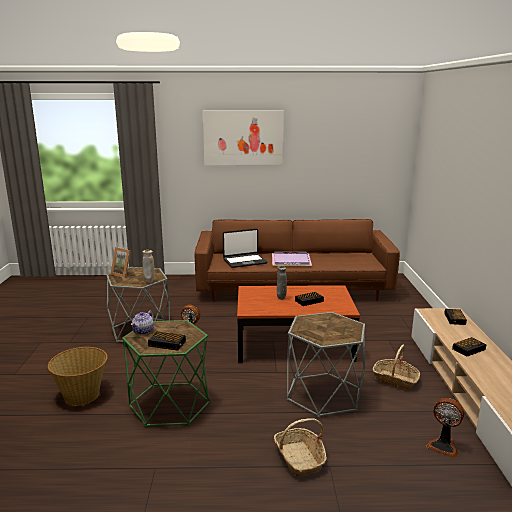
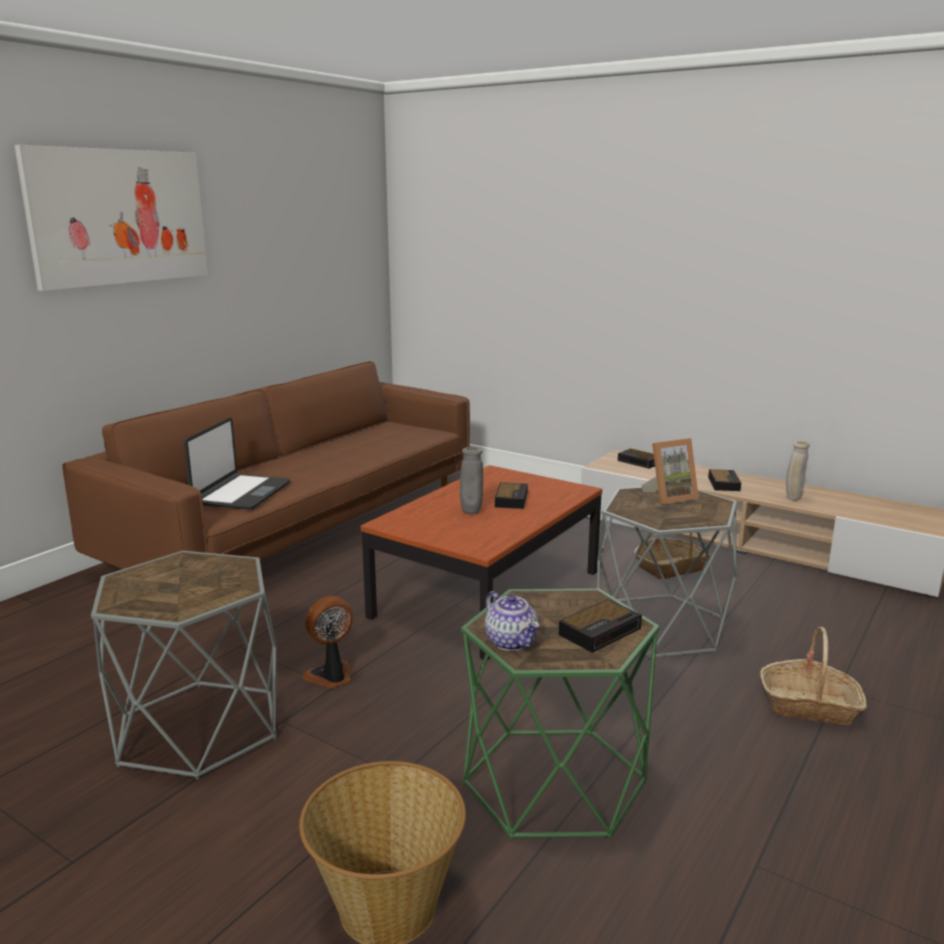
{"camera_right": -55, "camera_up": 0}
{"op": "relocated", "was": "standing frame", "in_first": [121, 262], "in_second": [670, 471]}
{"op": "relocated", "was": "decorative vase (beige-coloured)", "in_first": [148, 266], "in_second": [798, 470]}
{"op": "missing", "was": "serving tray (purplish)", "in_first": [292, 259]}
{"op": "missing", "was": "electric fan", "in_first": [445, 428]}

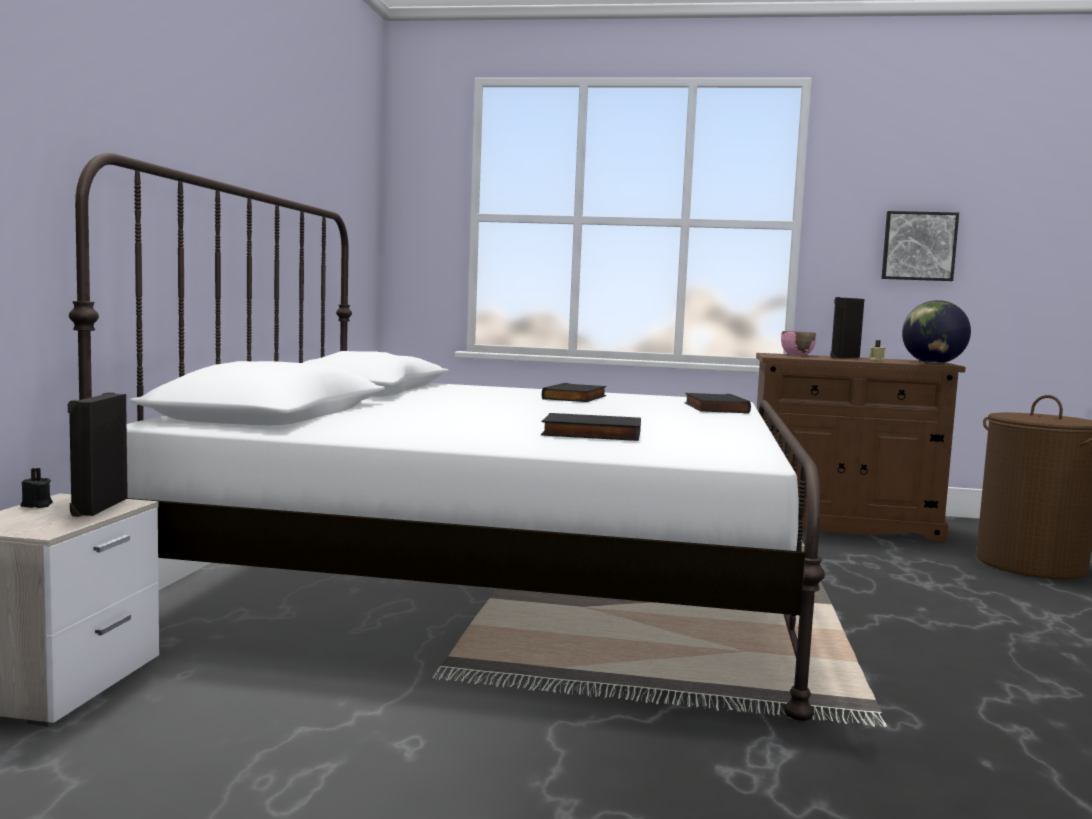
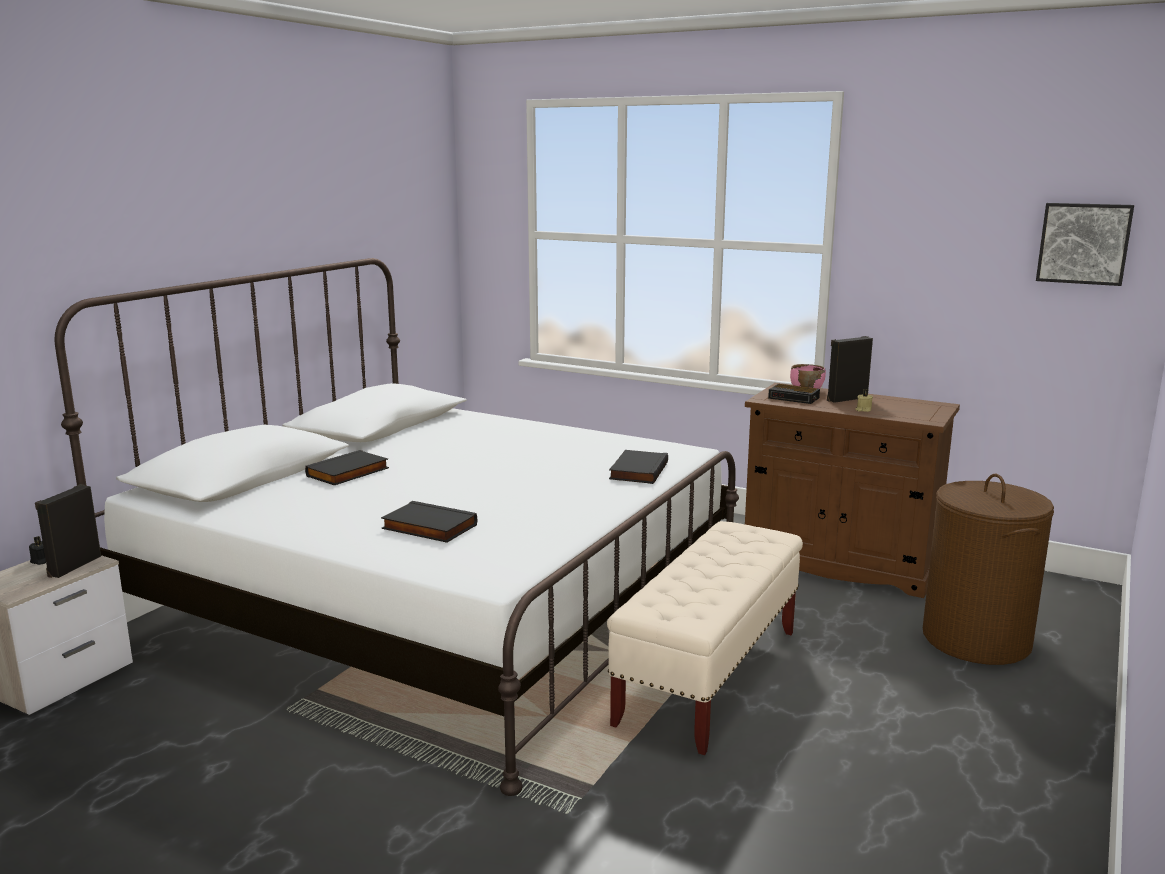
{"camera_right": 20, "camera_up": 10}
{"op": "relocated", "was": "wall picture", "in_first": [920, 246], "in_second": [1085, 244]}
{"op": "missing", "was": "desk globe", "in_first": [936, 332]}
{"op": "relocated", "was": "volume (black)", "in_first": [574, 392], "in_second": [347, 467]}
{"op": "appeared", "now": "alarm clock", "in_second": [794, 394]}
{"op": "appeared", "now": "bench (beige-coloured)", "in_second": [705, 638]}

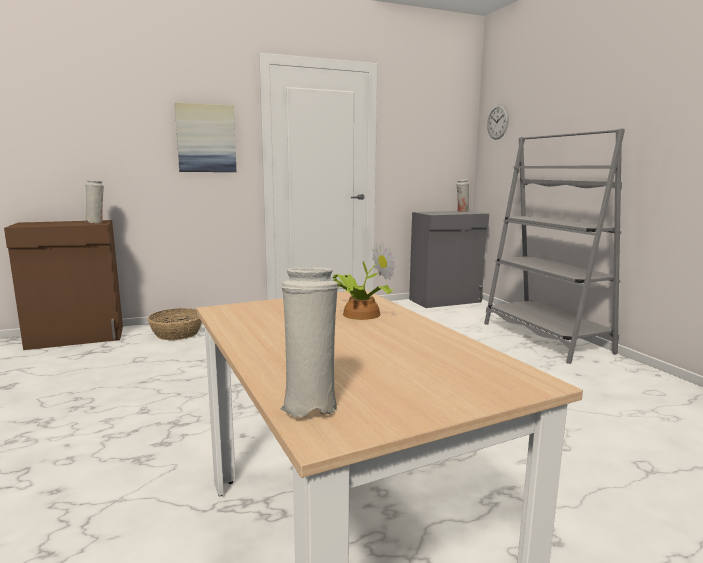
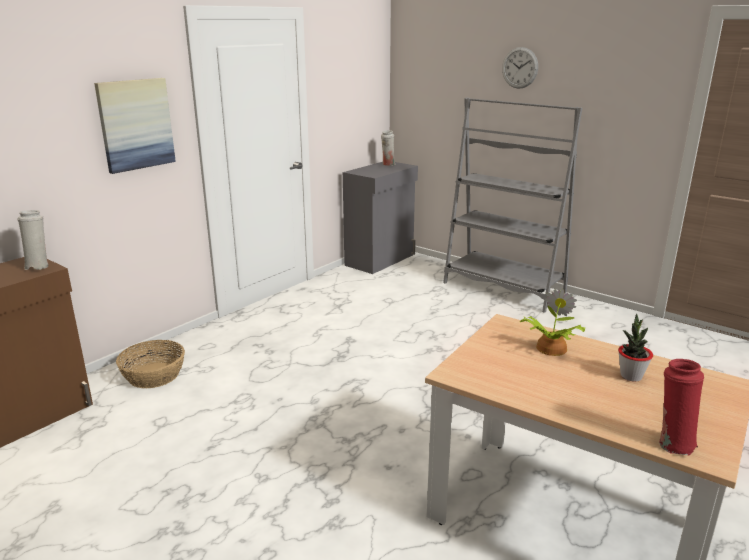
{"camera_right": -30, "camera_up": 10}
{"op": "relocated", "was": "hanging clock", "in_first": [498, 122], "in_second": [520, 68]}
{"op": "colour", "was": "decorative vase (whitish)", "now": "decorative vase (reddish)", "in_first": [309, 342], "in_second": [681, 407]}
{"op": "appeared", "now": "plant in a pot", "in_second": [635, 348]}

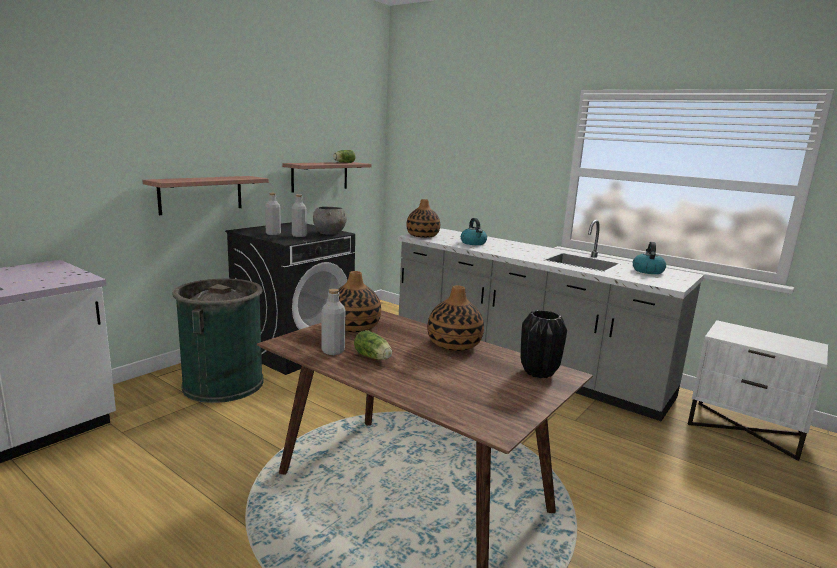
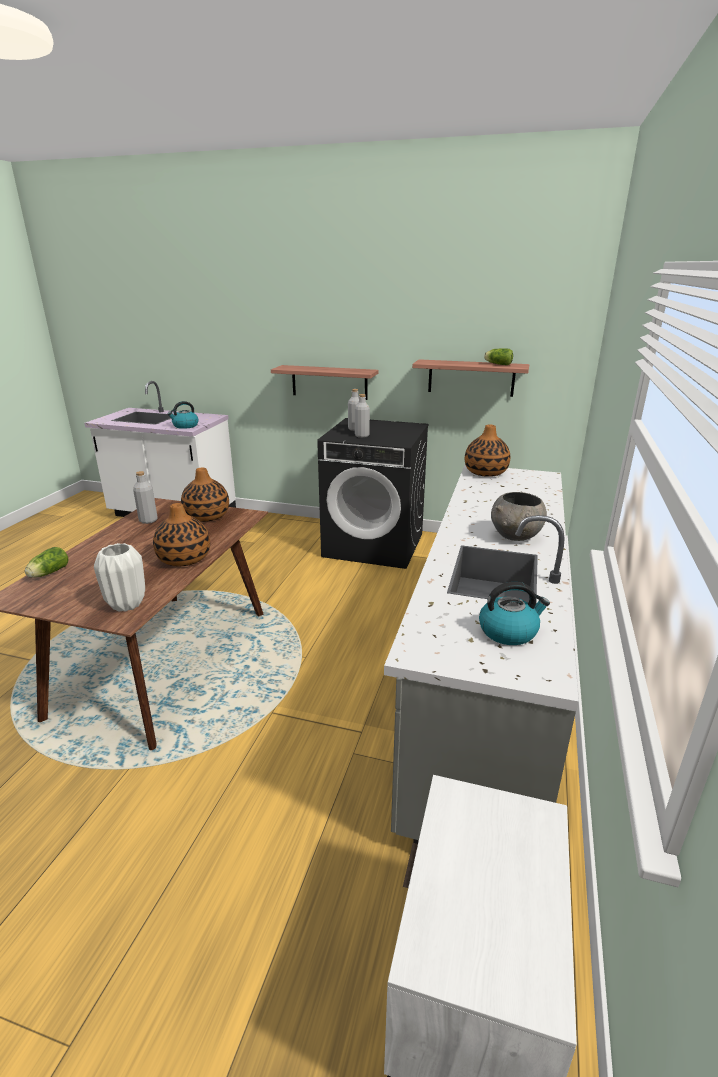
{"camera_right": 70, "camera_up": 10}
{"op": "relocated", "was": "bowl (grey)", "in_first": [330, 221], "in_second": [519, 516]}
{"op": "relocated", "was": "kettle", "in_first": [474, 231], "in_second": [182, 415]}
{"op": "missing", "was": "trash can (green-coloured)", "in_first": [217, 341]}
{"op": "colour", "was": "decorative vase (black)", "now": "decorative vase (whitish)", "in_first": [544, 344], "in_second": [119, 577]}
{"op": "relocated", "was": "lettuce", "in_first": [373, 345], "in_second": [47, 562]}

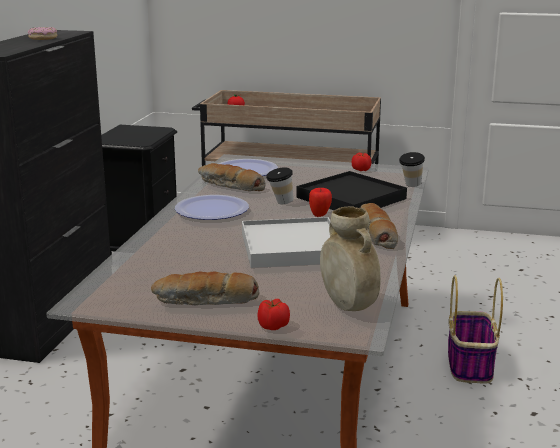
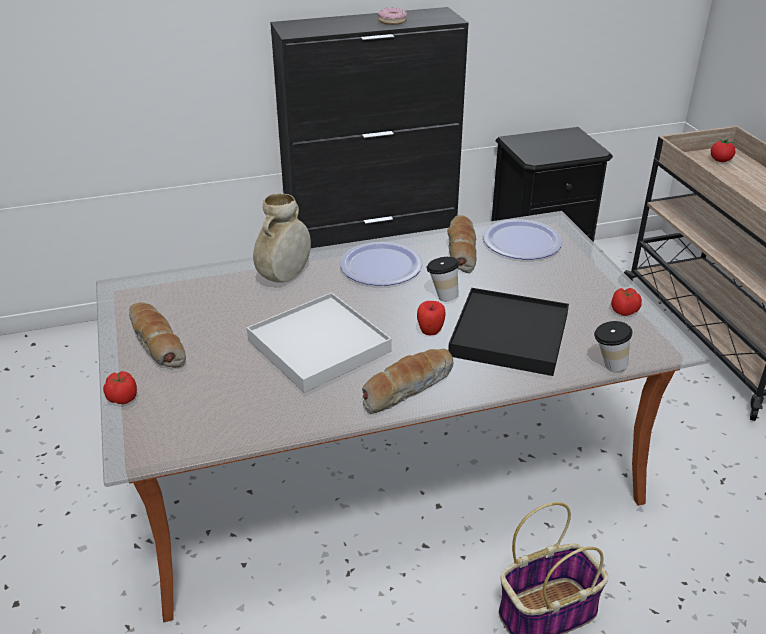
{"camera_right": 60, "camera_up": 15}
{"op": "relocated", "was": "decorative vase (beige-coloured)", "in_first": [350, 258], "in_second": [282, 238]}

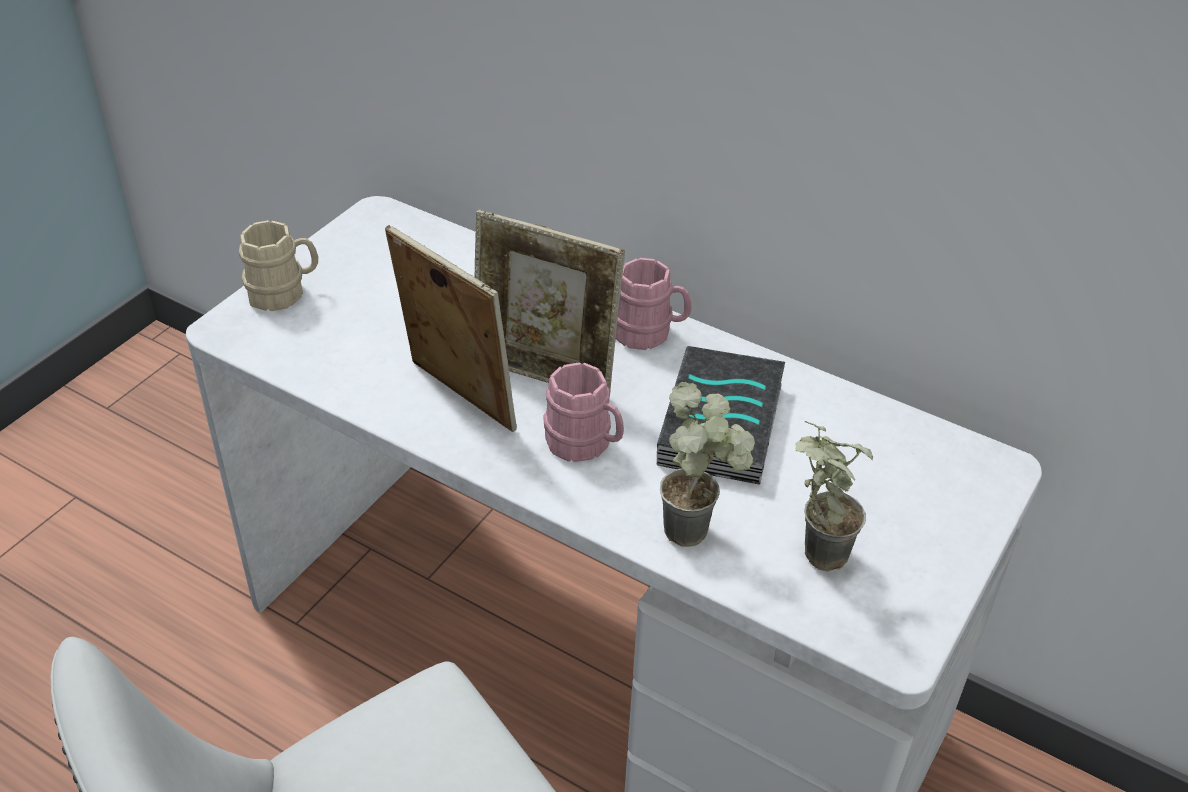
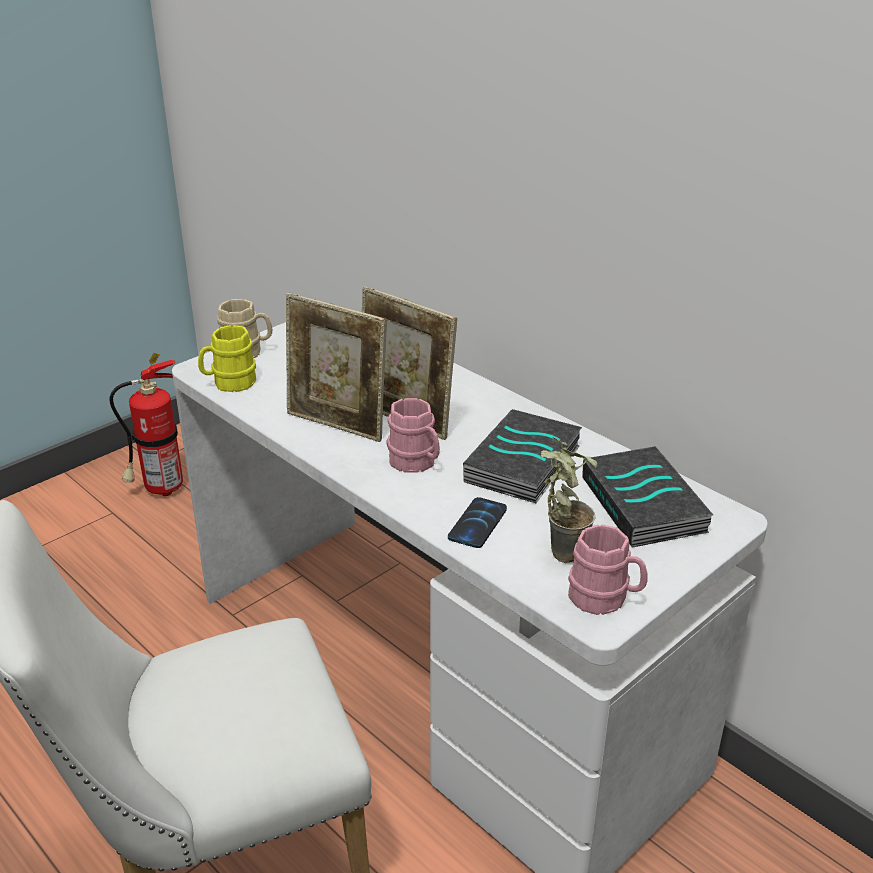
{"camera_right": 15, "camera_up": -10}
{"op": "spun", "was": "standing frame", "in_first": [451, 328], "in_second": [336, 367], "clockwise": 150}
{"op": "relocated", "was": "tea mug (pink-coloured)", "in_first": [654, 304], "in_second": [607, 569]}
{"op": "exchanged", "was": "plant in a pot", "now": "phone", "in_first": [707, 464], "in_second": [477, 522]}
{"op": "appeared", "now": "tea mug (yellow)", "in_second": [227, 358]}
{"op": "appeared", "now": "fire-fighting cylinder", "in_second": [146, 424]}
{"op": "appeared", "now": "volume", "in_second": [647, 497]}

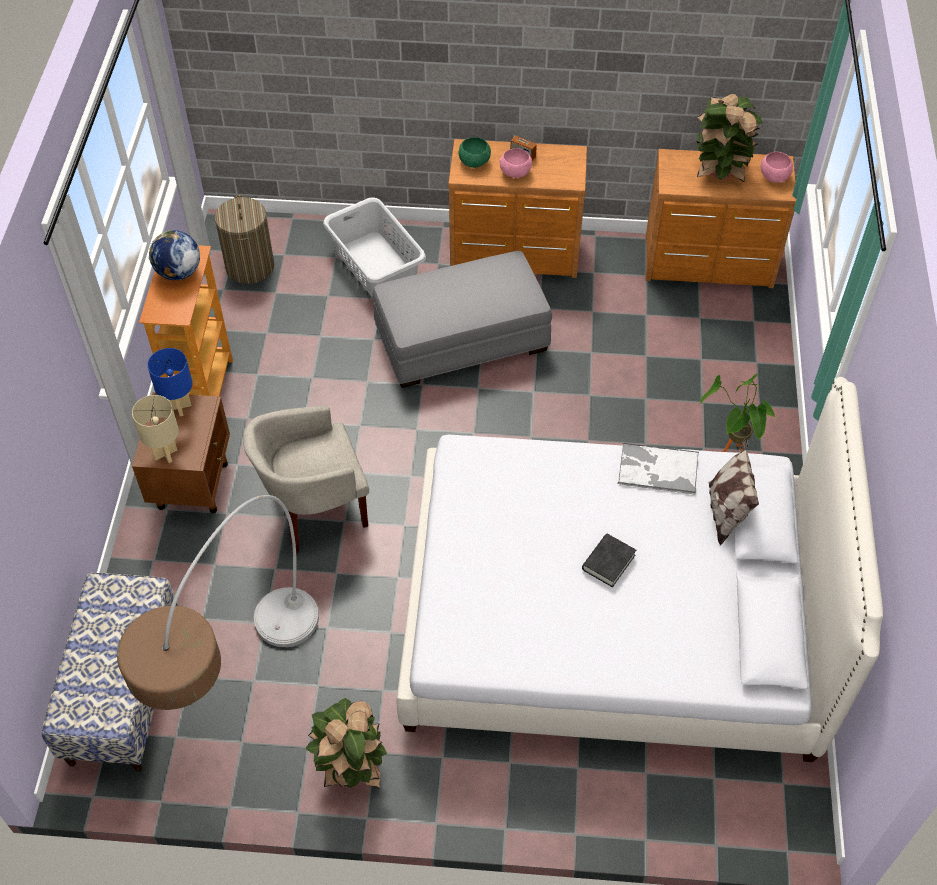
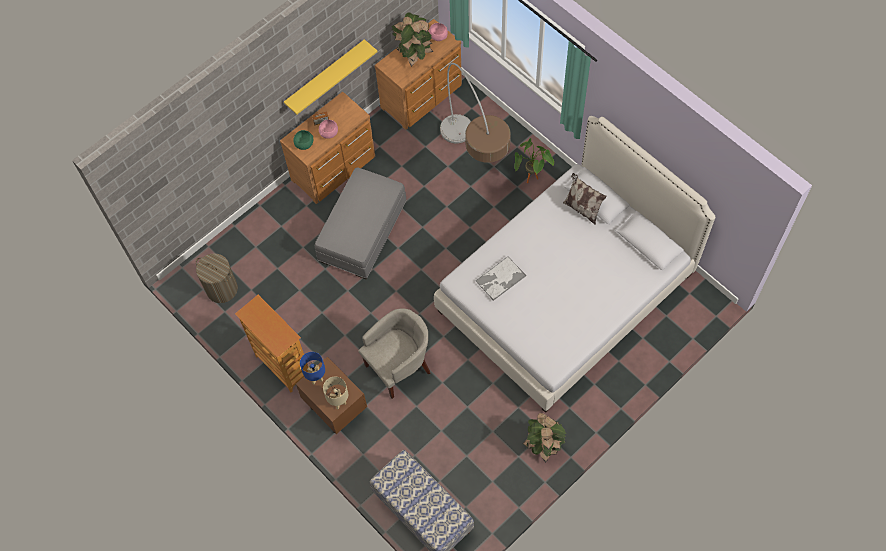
{"camera_right": -45, "camera_up": 10}
{"op": "missing", "was": "hamper (grey)", "in_first": [374, 247]}
{"op": "missing", "was": "desk globe", "in_first": [174, 255]}
{"op": "spun", "was": "lounge chair (beige-coloured)", "in_first": [306, 480], "in_second": [394, 354], "clockwise": -150}
{"op": "relocated", "was": "serving tray", "in_first": [658, 469], "in_second": [500, 278]}
{"op": "relocated", "was": "floor lamp", "in_first": [218, 602], "in_second": [475, 113]}
{"op": "missing", "was": "volume (black)", "in_first": [609, 560]}
{"op": "appeared", "now": "bracket shelf (yellow)", "in_second": [331, 76]}

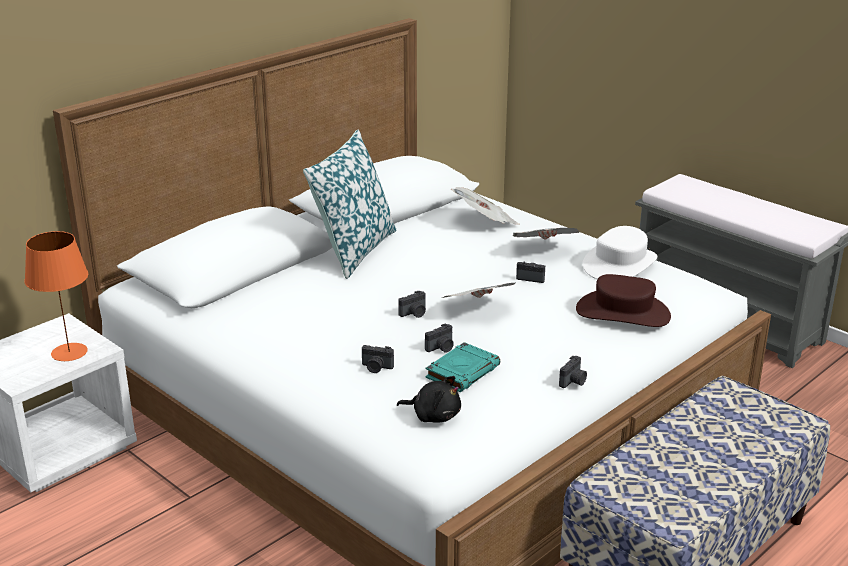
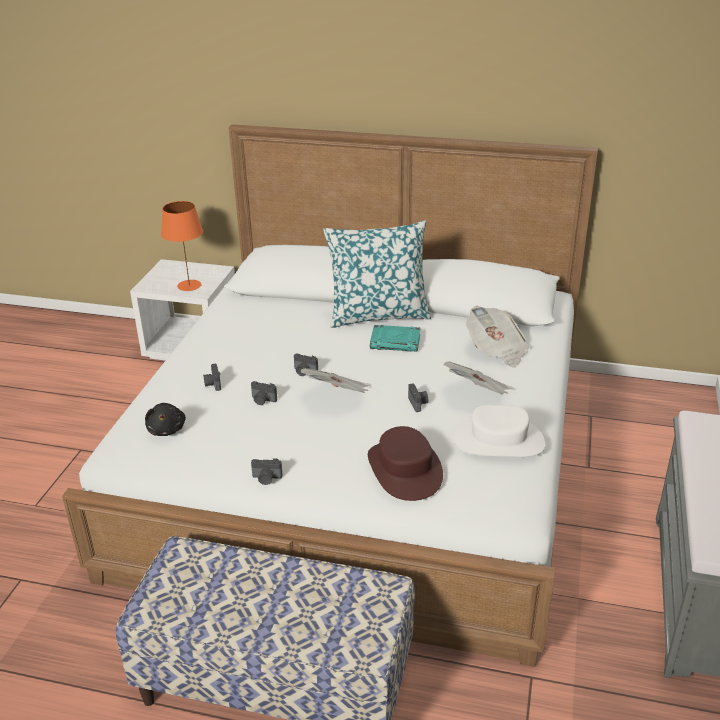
{"camera_right": 60, "camera_up": 5}
{"op": "relocated", "was": "volume (turquoise-coloured)", "in_first": [463, 367], "in_second": [395, 338]}

